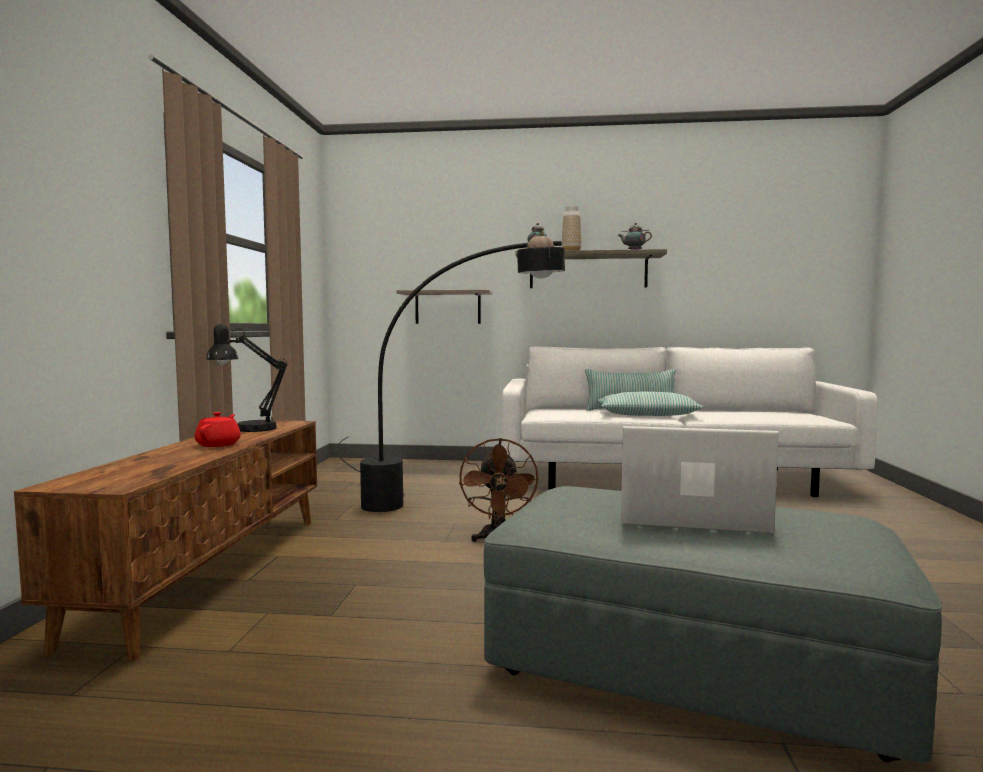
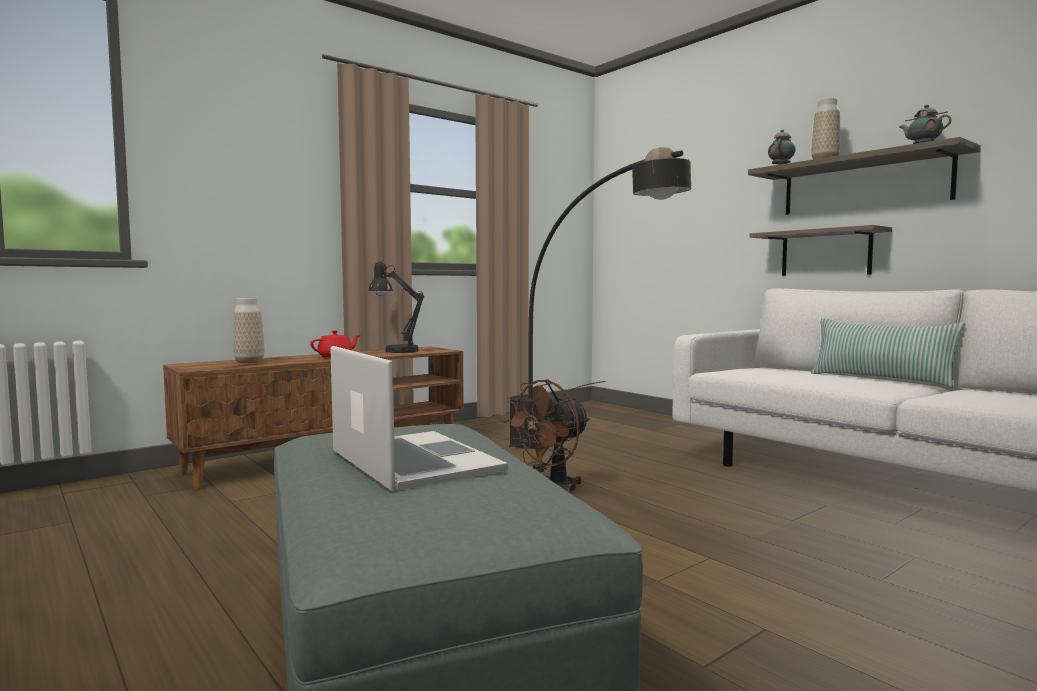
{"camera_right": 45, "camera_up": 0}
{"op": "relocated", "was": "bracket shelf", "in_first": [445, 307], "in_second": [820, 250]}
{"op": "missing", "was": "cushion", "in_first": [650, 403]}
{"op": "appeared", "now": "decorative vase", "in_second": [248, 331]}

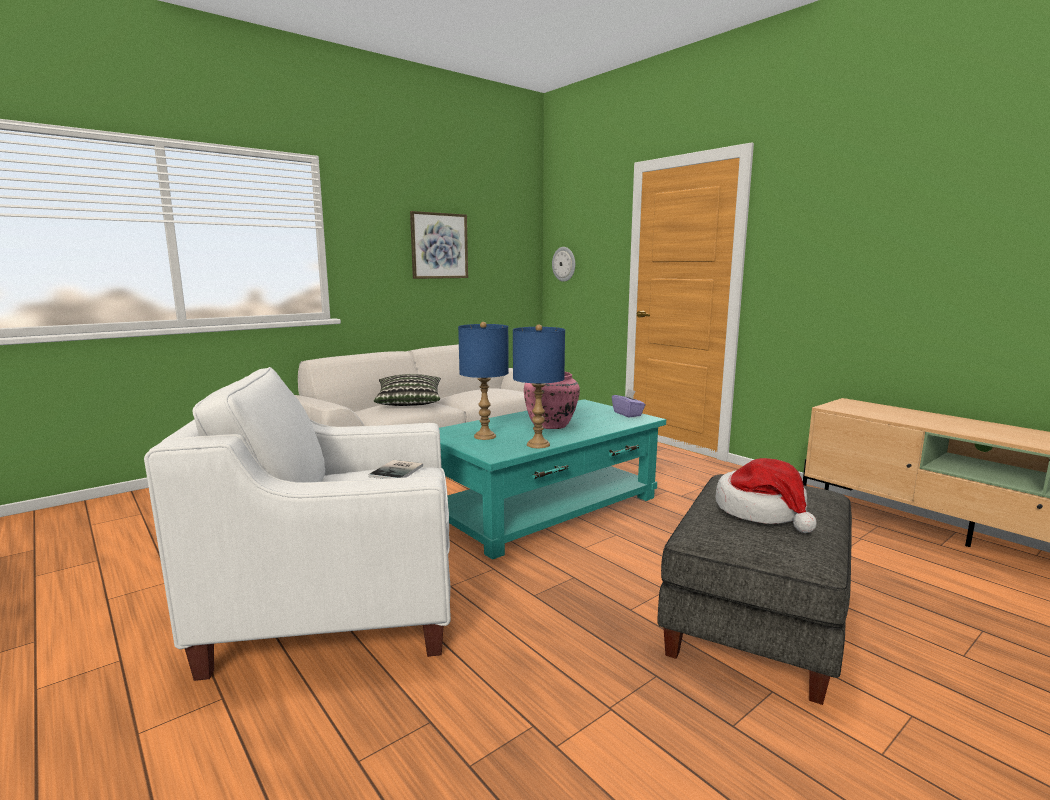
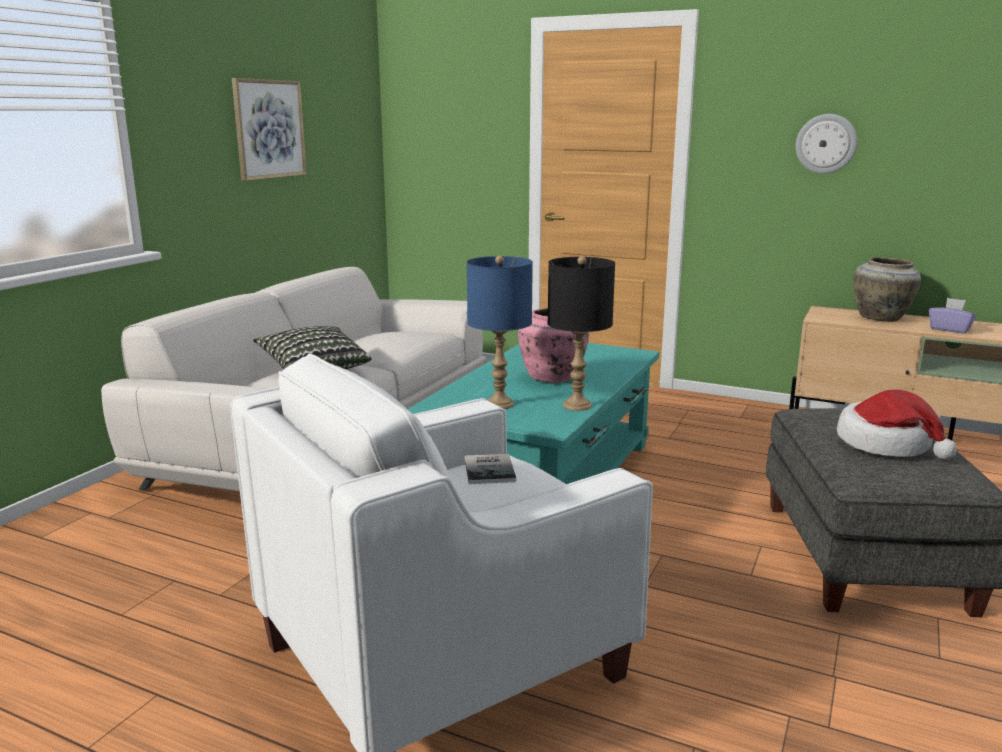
{"camera_right": -25, "camera_up": 5}
{"op": "relocated", "was": "hanging clock", "in_first": [563, 264], "in_second": [827, 144]}
{"op": "colour", "was": "tabletop lamp (bluish)", "now": "tabletop lamp (black)", "in_first": [539, 386], "in_second": [581, 333]}
{"op": "relocated", "was": "tissue box (purplish)", "in_first": [628, 403], "in_second": [953, 316]}
{"op": "appeared", "now": "decorative vase (beige-coloured)", "in_second": [887, 289]}

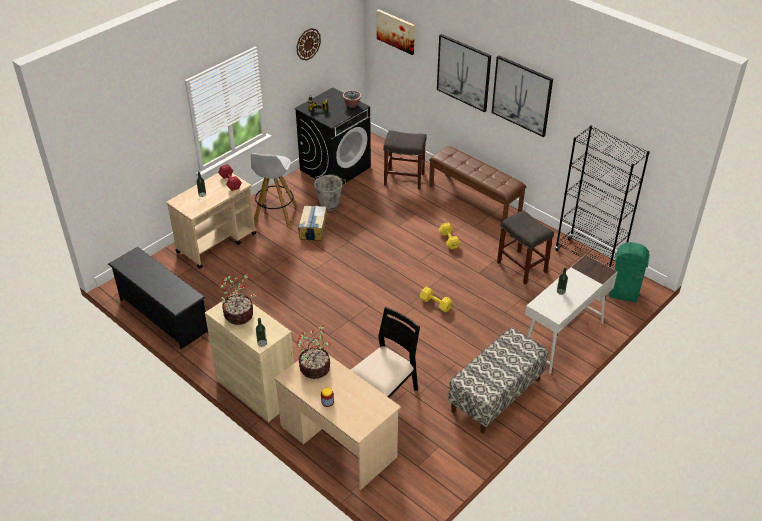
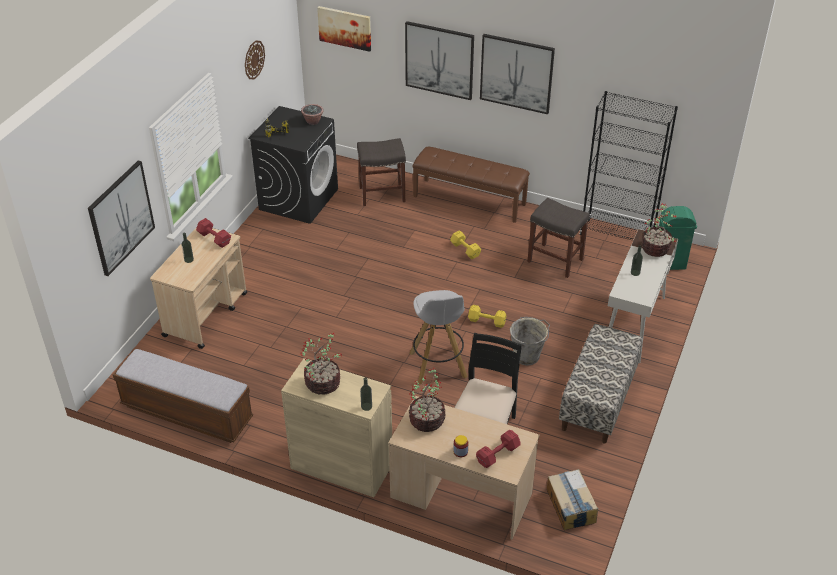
{"camera_right": -20, "camera_up": 0}
{"op": "relocated", "was": "sitting stool (whitish)", "in_first": [274, 190], "in_second": [439, 337]}
{"op": "relocated", "was": "pail (grey)", "in_first": [330, 192], "in_second": [530, 341]}
{"op": "relocated", "was": "cardboard box", "in_first": [312, 223], "in_second": [572, 499]}
{"op": "exchanged", "was": "shoe shelf (black)", "now": "bench", "in_first": [158, 298], "in_second": [183, 396]}
{"op": "appeared", "now": "wall picture", "in_second": [121, 218]}
{"op": "appeared", "now": "plant in a pot", "in_second": [659, 230]}
{"op": "appeared", "now": "free weight (reddish)", "in_second": [498, 449]}

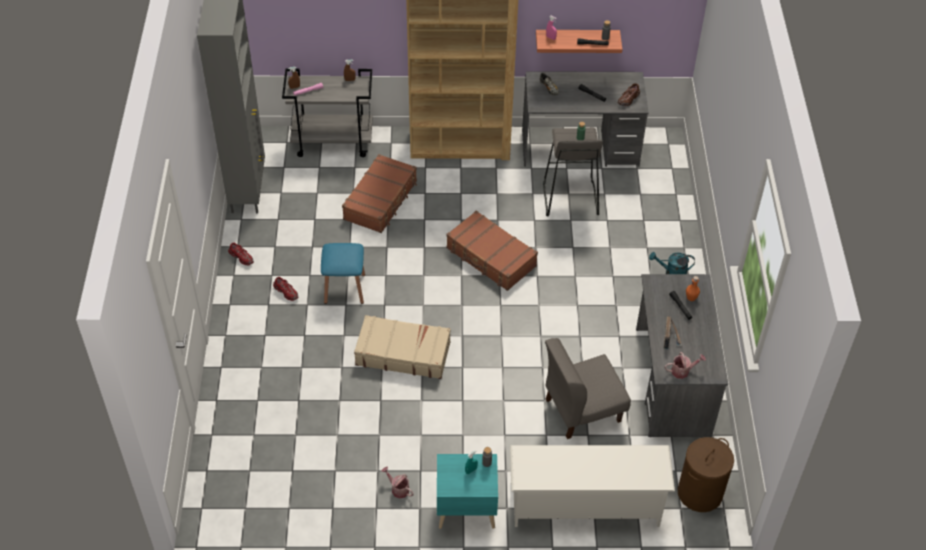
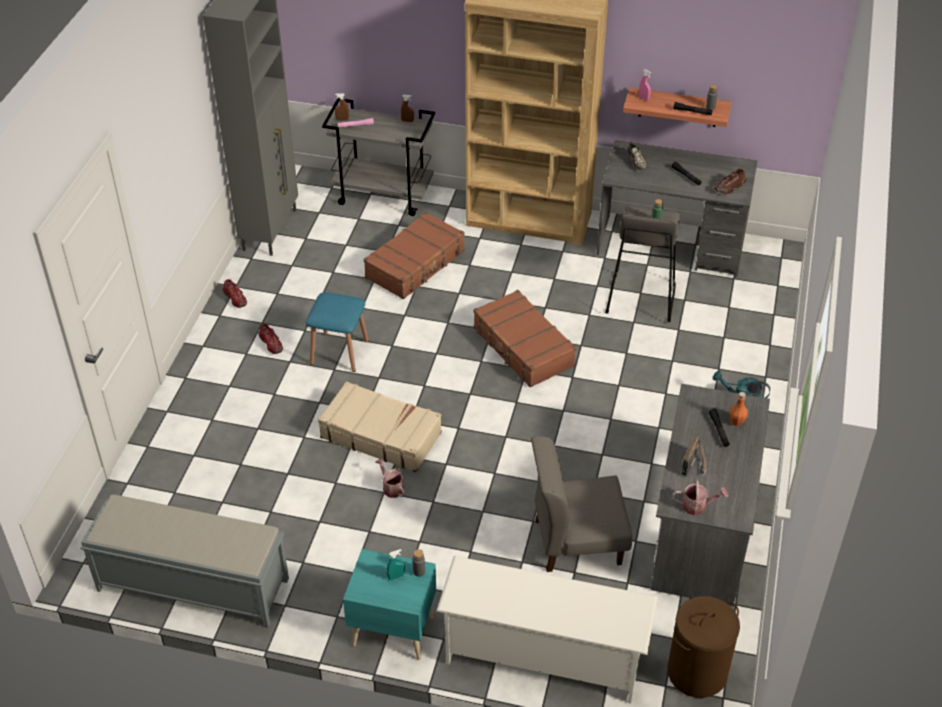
{"camera_right": 15, "camera_up": -5}
{"op": "relocated", "was": "sprinkling can", "in_first": [397, 483], "in_second": [390, 478]}
{"op": "appeared", "now": "bench (grey)", "in_second": [184, 561]}

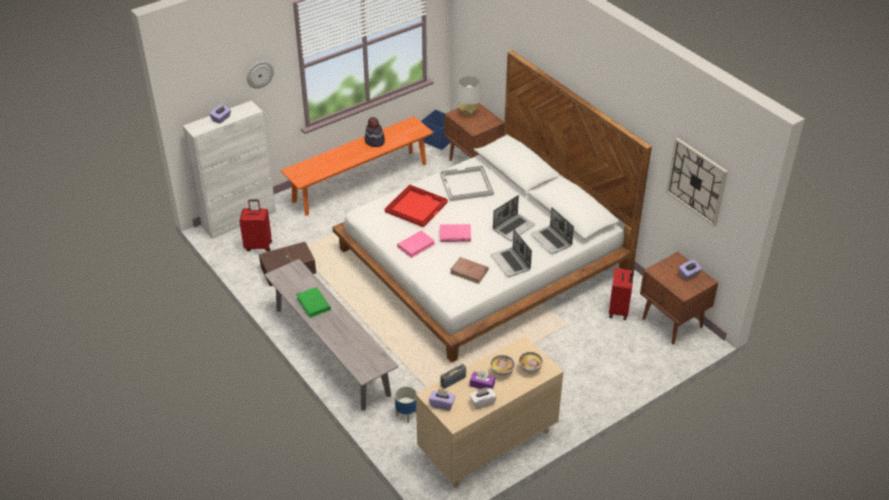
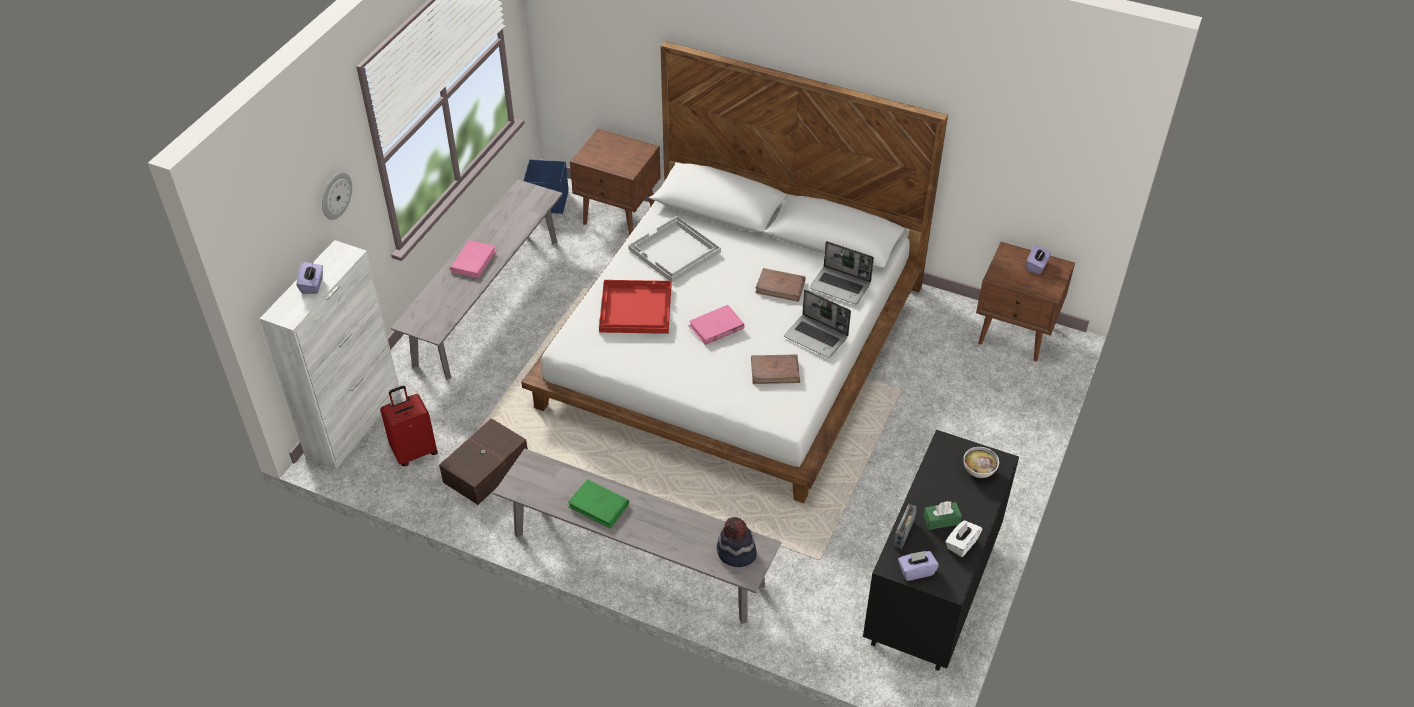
{"camera_right": -30, "camera_up": 5}
{"op": "missing", "was": "tabletop lamp (grey)", "in_first": [469, 96]}
{"op": "colour", "was": "bench (orange-coloured)", "now": "bench (grey)", "in_first": [357, 166], "in_second": [477, 280]}
{"op": "relocated", "was": "wearable hat", "in_first": [375, 132], "in_second": [737, 542]}
{"op": "missing", "was": "hanging clock", "in_first": [697, 182]}
{"op": "exchanged", "was": "portable computer", "now": "volume (brown-coloured)", "in_first": [514, 218], "in_second": [780, 285]}
{"op": "relocated", "was": "volume (pink-coloured)", "in_first": [416, 244], "in_second": [473, 259]}
{"op": "missing", "was": "piece of luggage (reddish)", "in_first": [621, 293]}
{"op": "colour", "was": "dresser (beige-coloured)", "now": "dresser (black)", "in_first": [489, 412], "in_second": [941, 550]}
{"op": "missing", "was": "bowl", "in_first": [502, 365]}
{"op": "colour", "was": "tissue box (purplish)", "now": "tissue box (green-coloured)", "in_first": [482, 380], "in_second": [942, 515]}
{"op": "missing", "was": "planter", "in_first": [406, 404]}

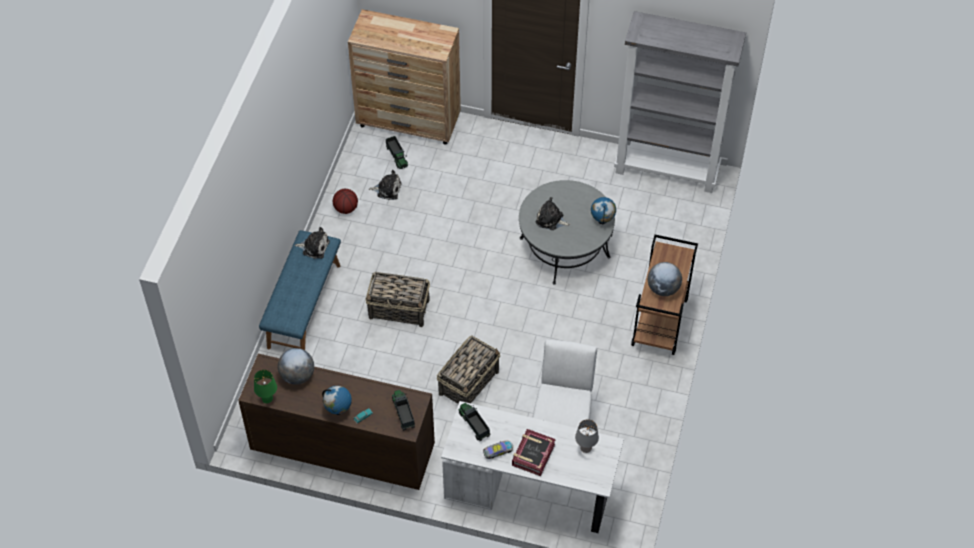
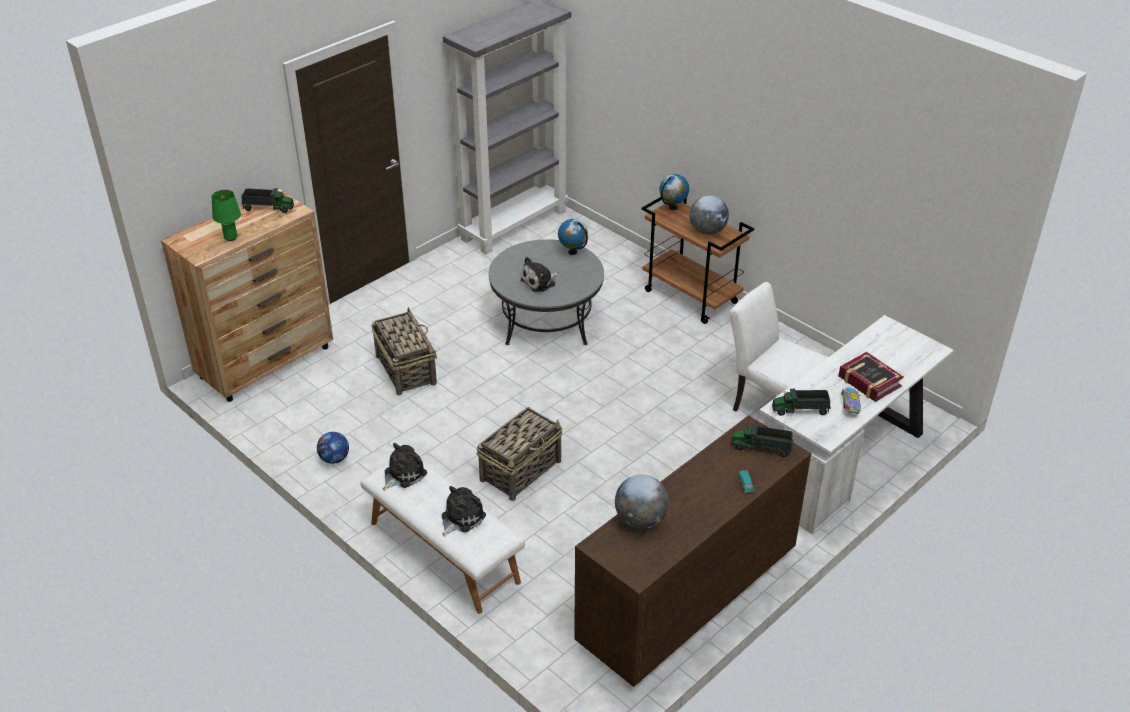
{"camera_right": -60, "camera_up": -15}
{"op": "relocated", "was": "toy lorry", "in_first": [397, 152], "in_second": [267, 200]}
{"op": "relocated", "was": "plush toy", "in_first": [385, 185], "in_second": [463, 511]}
{"op": "exchanged", "was": "basketball", "now": "ball for football", "in_first": [345, 201], "in_second": [333, 448]}
{"op": "colour", "was": "bench (bluish)", "now": "bench (whitish)", "in_first": [300, 290], "in_second": [442, 538]}
{"op": "relocated", "was": "storage basket", "in_first": [468, 369], "in_second": [404, 351]}
{"op": "relocated", "was": "tabletop lamp (green-coloured)", "in_first": [265, 386], "in_second": [226, 215]}
{"op": "relocated", "was": "desk globe", "in_first": [337, 400], "in_second": [674, 192]}
{"op": "missing", "was": "tabletop lamp (grey)", "in_first": [587, 436]}

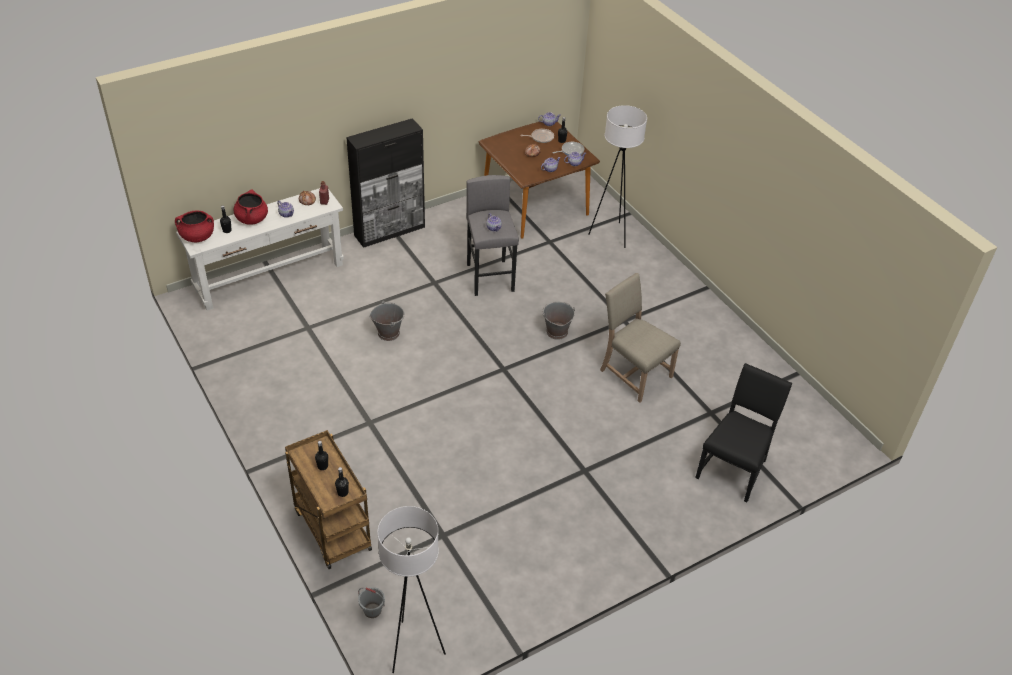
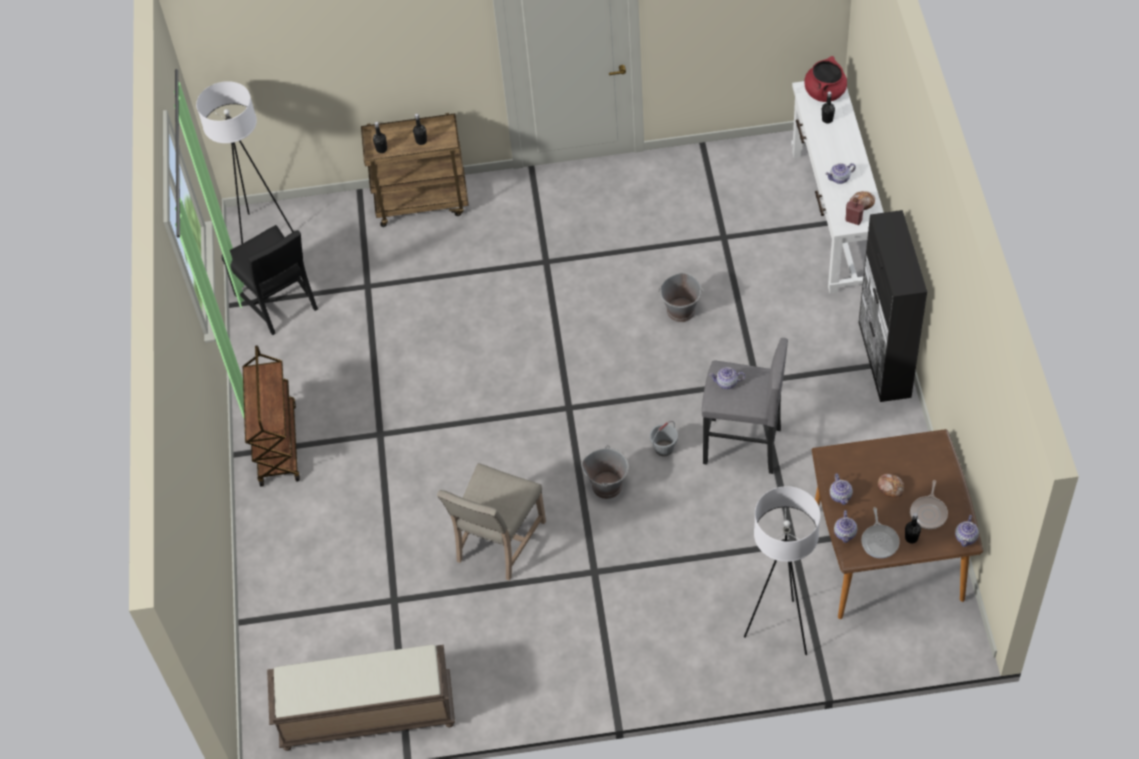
{"camera_right": 120, "camera_up": 10}
{"op": "missing", "was": "saucepot (reddish)", "in_first": [250, 207]}
{"op": "spun", "was": "upright chair (beige-coloured)", "in_first": [640, 338], "in_second": [491, 522], "clockwise": 135}
{"op": "relocated", "was": "upright chair (black)", "in_first": [743, 432], "in_second": [270, 280]}
{"op": "relocated", "was": "pail (grey)", "in_first": [371, 602], "in_second": [664, 438]}
{"op": "appeared", "now": "cart (brown-coloured)", "in_second": [271, 416]}
{"op": "appeared", "now": "bench (brown-coloured)", "in_second": [361, 698]}

